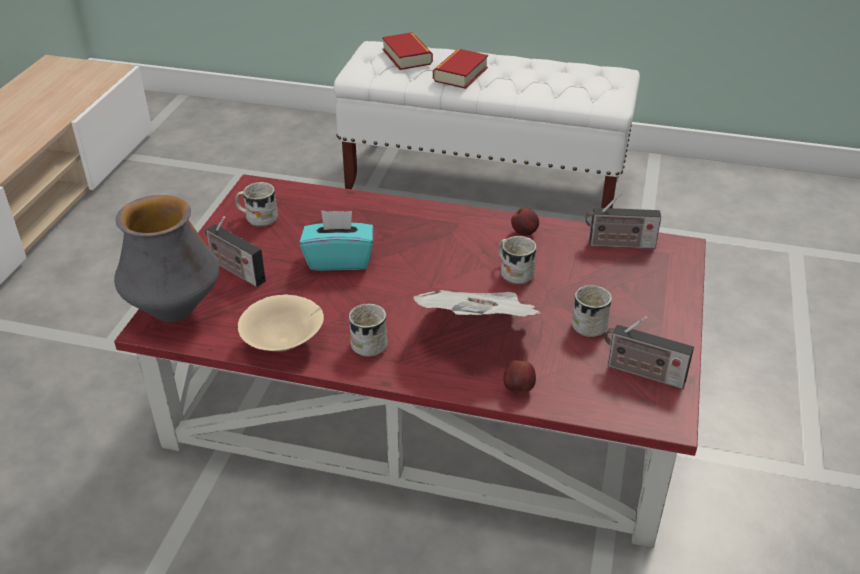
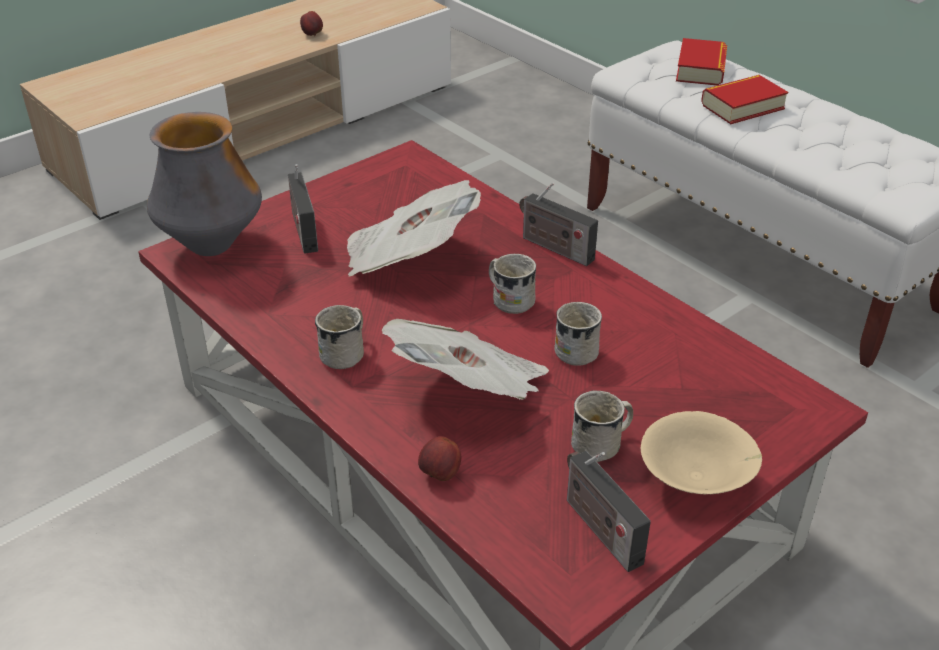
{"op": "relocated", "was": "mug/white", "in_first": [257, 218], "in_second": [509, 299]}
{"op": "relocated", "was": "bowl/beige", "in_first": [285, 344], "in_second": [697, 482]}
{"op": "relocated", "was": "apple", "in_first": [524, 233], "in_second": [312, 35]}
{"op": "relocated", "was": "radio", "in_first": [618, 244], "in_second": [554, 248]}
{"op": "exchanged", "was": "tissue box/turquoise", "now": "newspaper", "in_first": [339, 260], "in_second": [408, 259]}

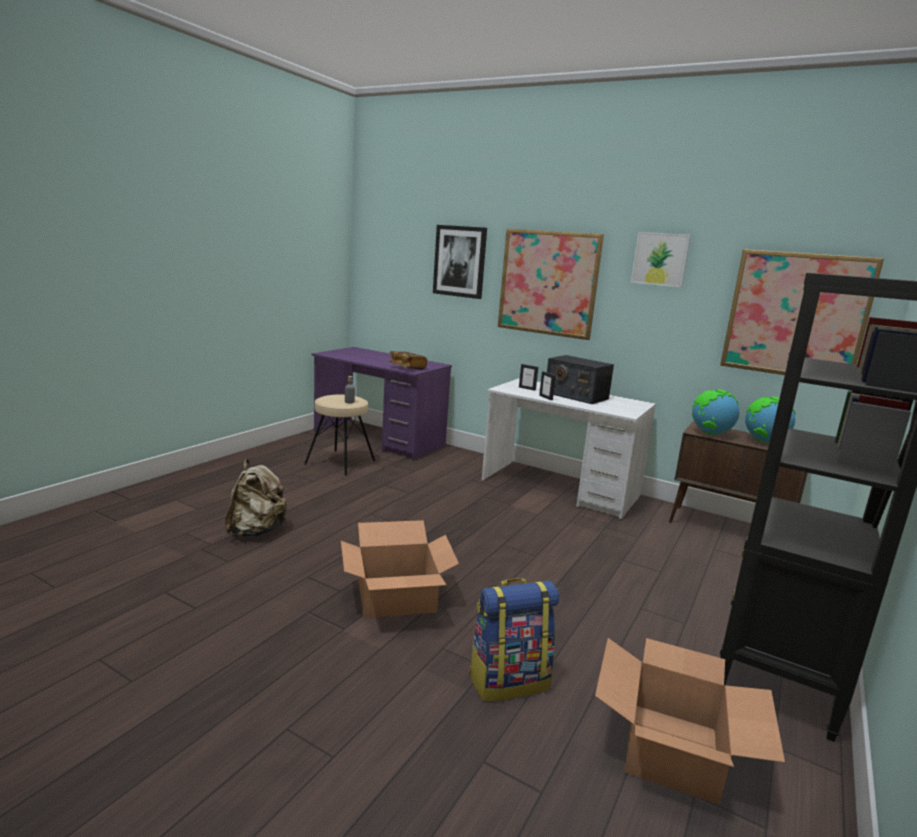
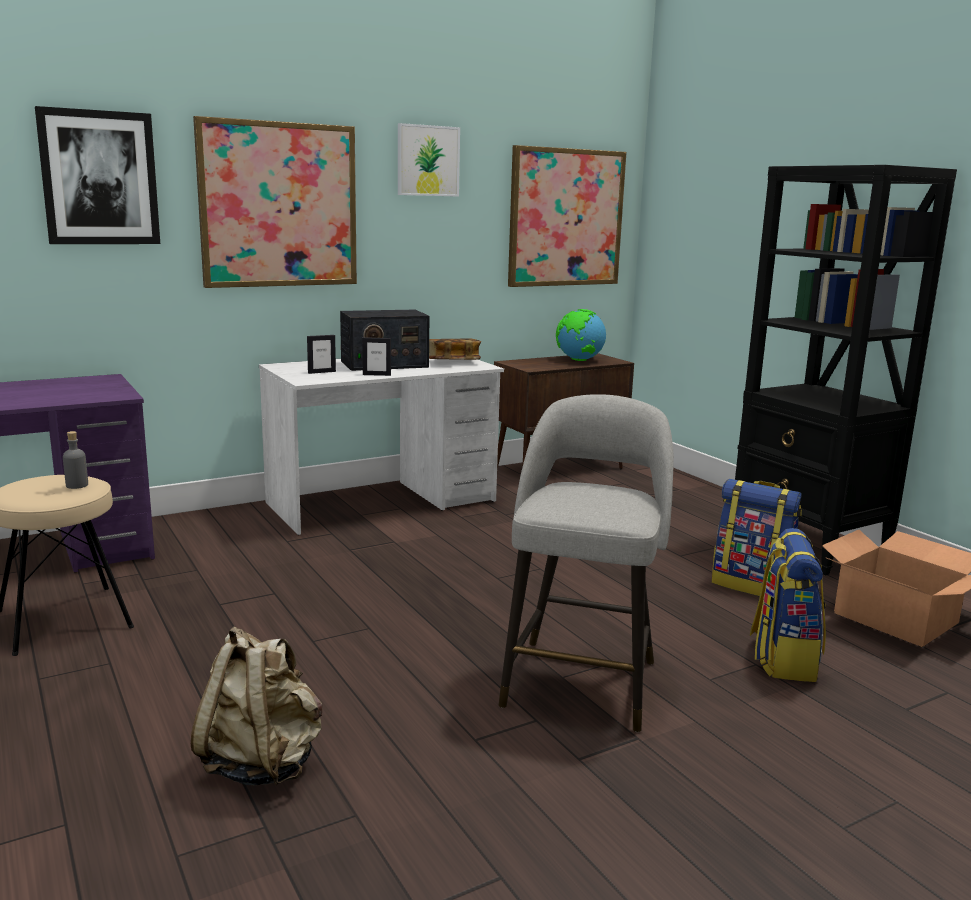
{"op": "missing", "was": "globe", "in_first": [710, 433]}
{"op": "appeared", "now": "backpack", "in_second": [752, 585]}
{"op": "relocated", "was": "book", "in_first": [407, 368], "in_second": [452, 362]}
{"op": "exchanged", "was": "cardboard box", "now": "stool/grey", "in_first": [397, 597], "in_second": [581, 680]}

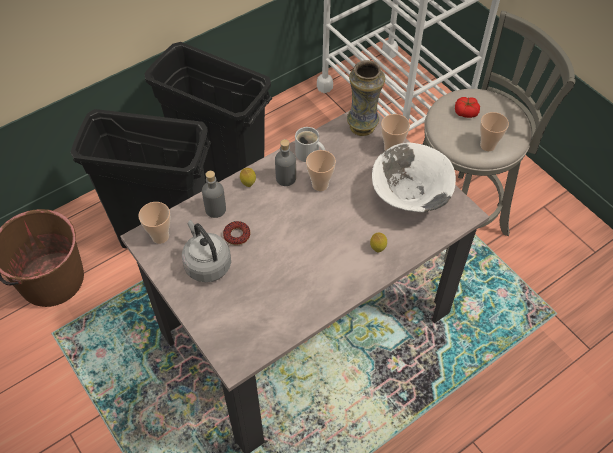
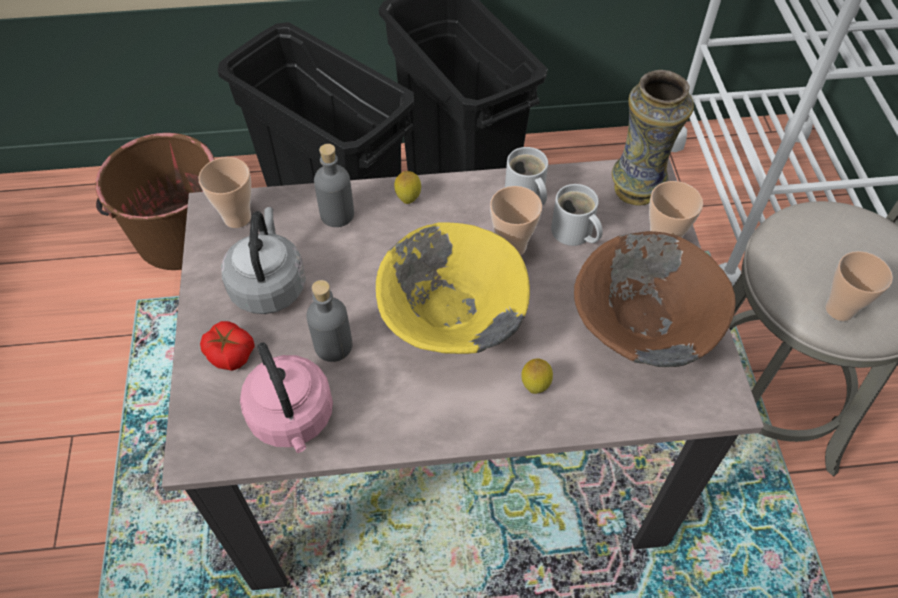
{"op": "missing", "was": "donut", "in_first": [237, 235]}
{"op": "appeared", "now": "kettle/pink", "in_second": [293, 419]}
{"op": "appeared", "now": "bowl/yellow", "in_second": [451, 321]}
{"op": "appeared", "now": "mug/white", "in_second": [573, 233]}
{"op": "relocated", "was": "bottle/grey", "in_first": [286, 178], "in_second": [333, 346]}
{"op": "relocated", "was": "tomato", "in_first": [466, 112], "in_second": [230, 353]}
{"op": "colour", "was": "bowl/white", "now": "bowl/brown", "in_first": [409, 198], "in_second": [640, 330]}

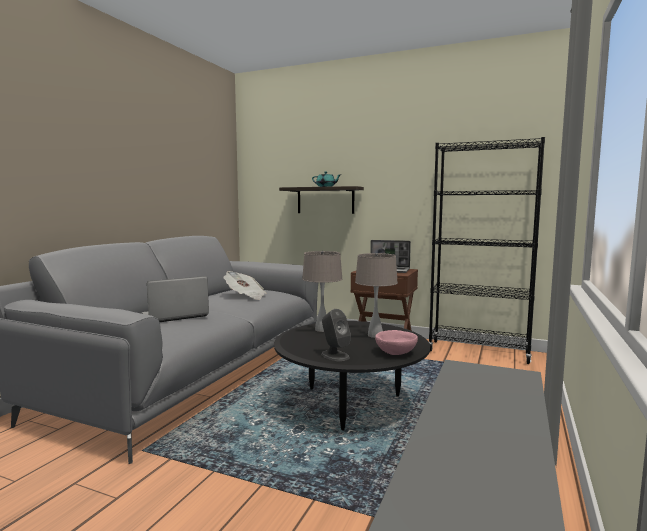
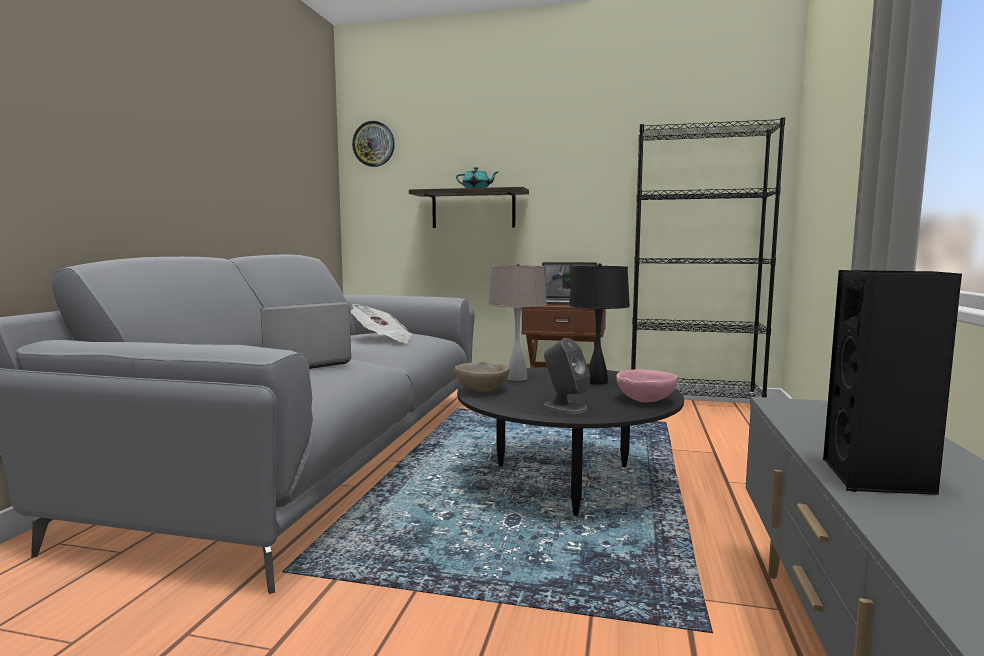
{"op": "appeared", "now": "wall clock", "in_second": [374, 144]}
{"op": "appeared", "now": "bowl/beige", "in_second": [482, 390]}
{"op": "appeared", "now": "speaker/black", "in_second": [878, 479]}
{"op": "colour", "was": "table lamp/beige", "now": "table lamp/black", "in_first": [375, 335], "in_second": [596, 381]}

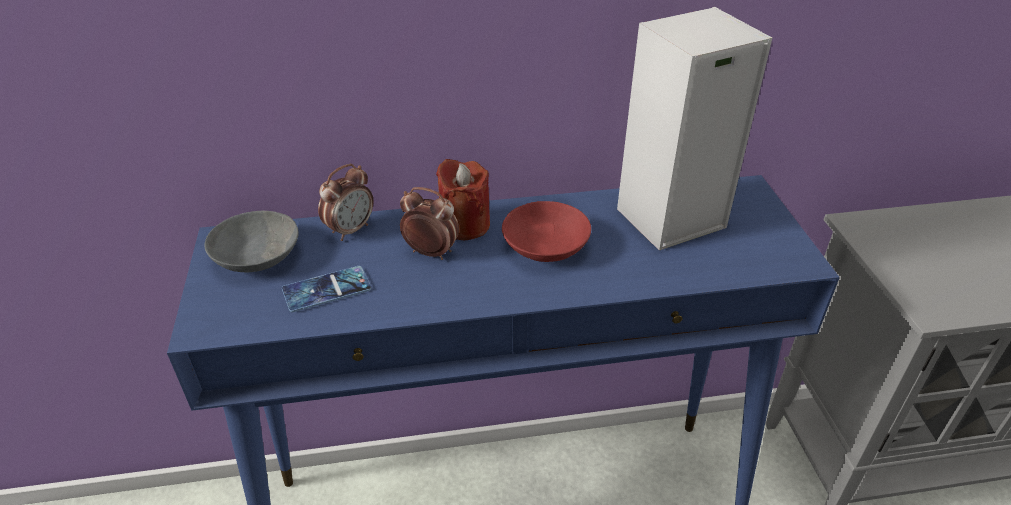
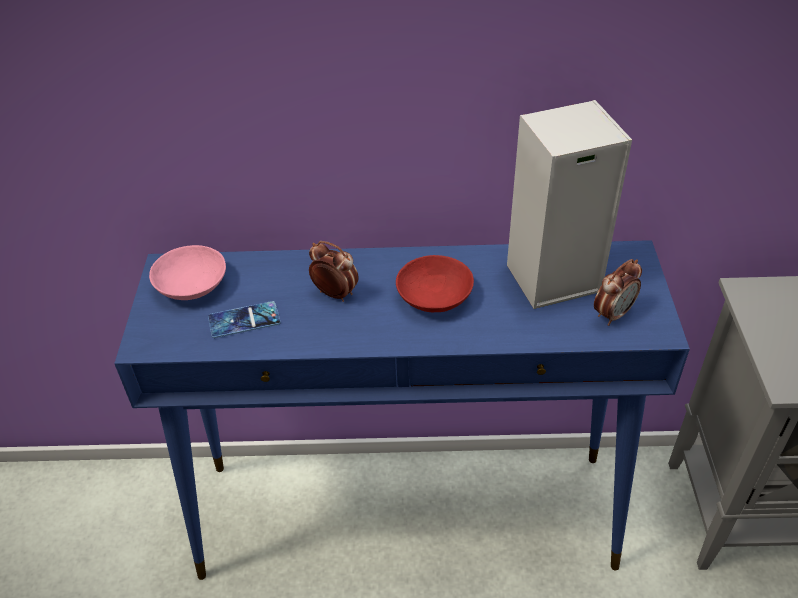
{"op": "missing", "was": "candle/red", "in_first": [465, 225]}
{"op": "relocated", "was": "alarm clock", "in_first": [350, 230], "in_second": [613, 314]}
{"op": "colour", "was": "bowl/grey", "now": "bowl/pink", "in_first": [259, 257], "in_second": [193, 285]}

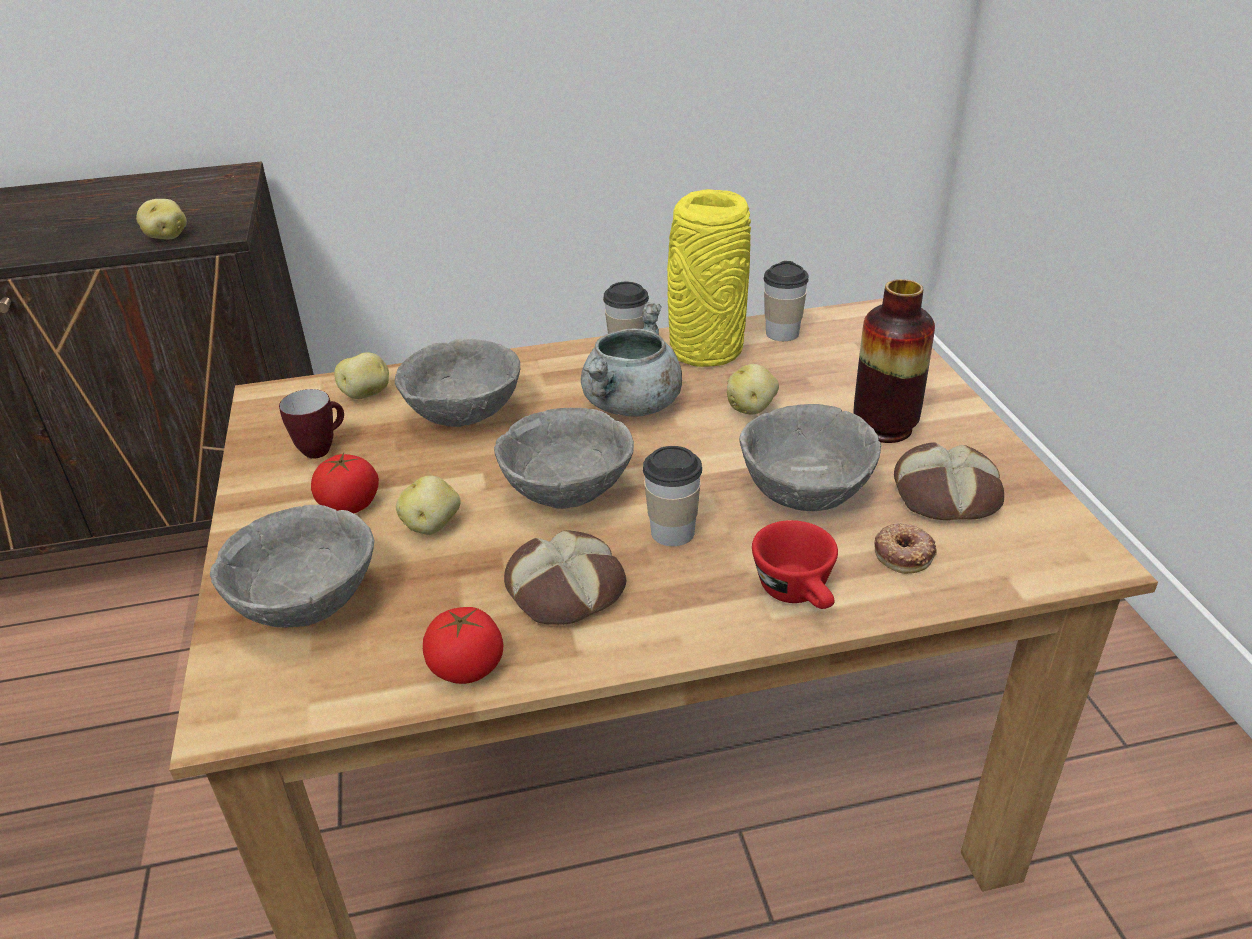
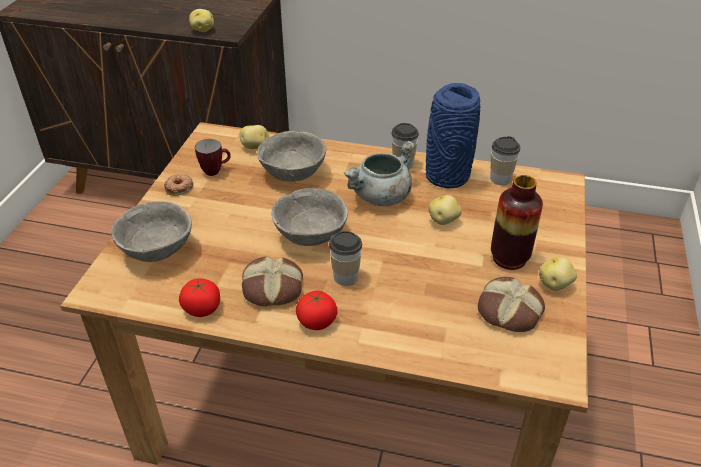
{"op": "missing", "was": "bowl/grey", "in_first": [806, 492]}
{"op": "missing", "was": "cup/red", "in_first": [799, 594]}
{"op": "relocated", "was": "tomato", "in_first": [349, 505], "in_second": [316, 322]}
{"op": "relocated", "was": "potato", "in_first": [432, 525], "in_second": [555, 284]}
{"op": "relocated", "was": "donut", "in_first": [904, 553], "in_second": [179, 187]}
{"op": "colour", "was": "vase/yellow", "now": "vase/blue", "in_first": [704, 350], "in_second": [446, 176]}

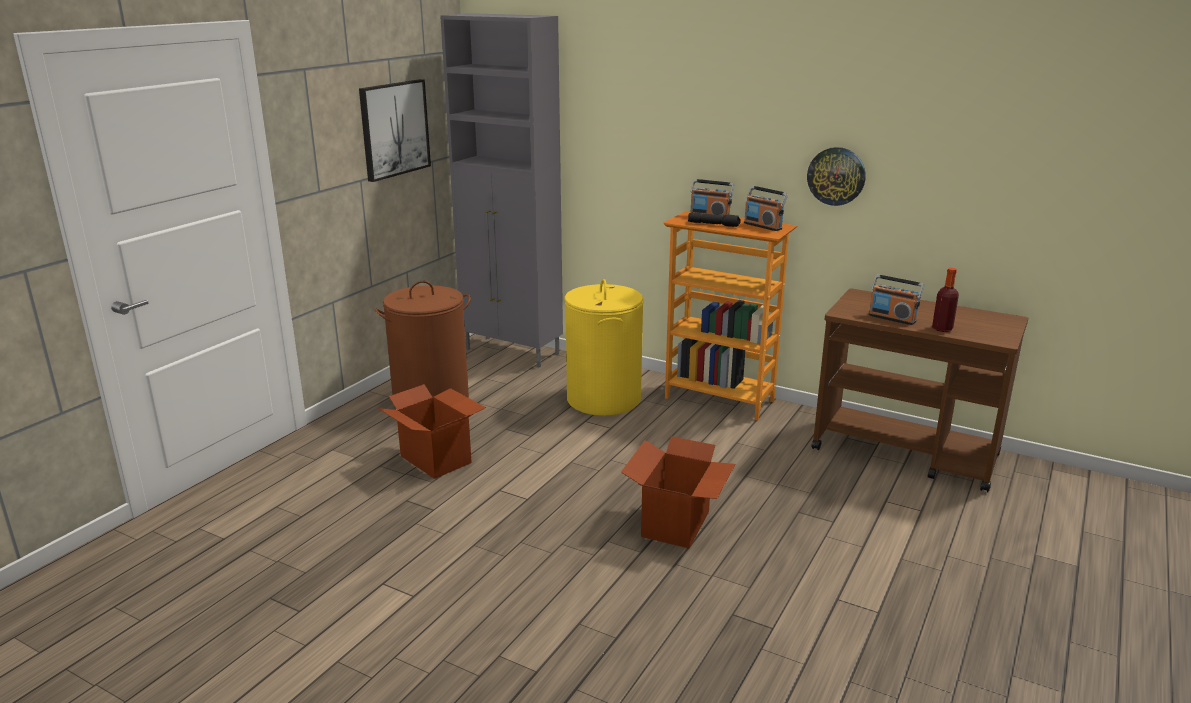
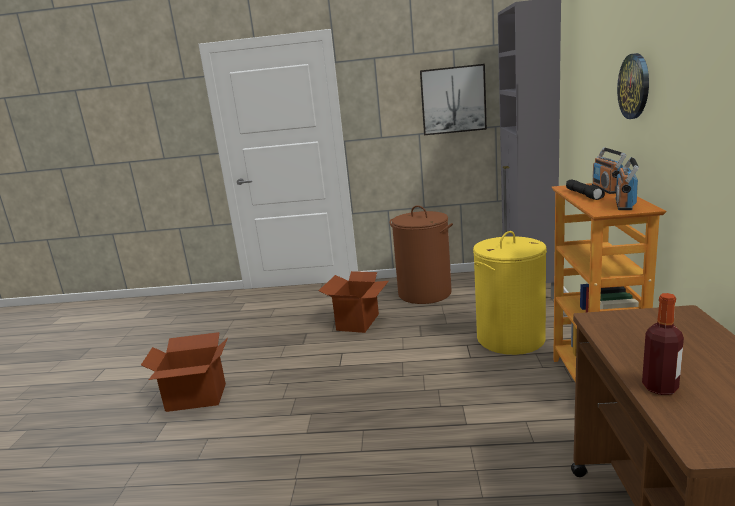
{"op": "missing", "was": "radio", "in_first": [892, 318]}
{"op": "relocated", "was": "cardboard box", "in_first": [676, 524], "in_second": [196, 398]}
{"op": "relocated", "was": "wall clock", "in_first": [836, 176], "in_second": [634, 86]}

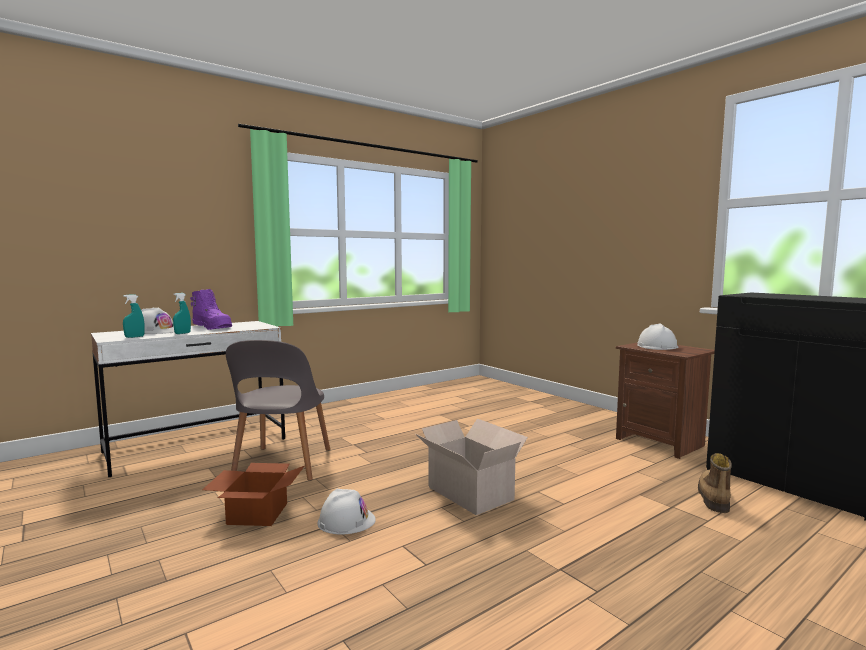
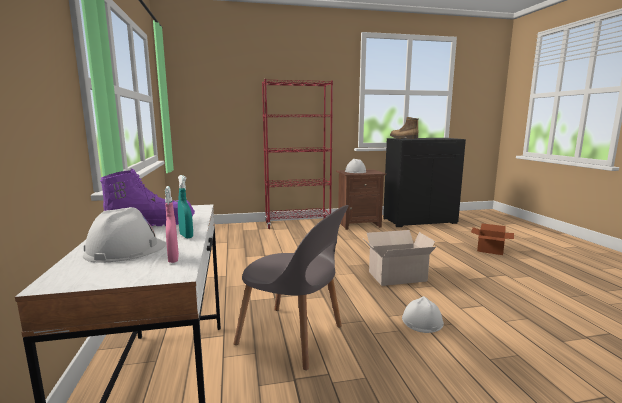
{"op": "appeared", "now": "bookcase/red", "in_second": [298, 224]}
{"op": "relocated", "was": "cardboard box", "in_first": [256, 513], "in_second": [489, 250]}
{"op": "relocated", "was": "boot", "in_first": [712, 497], "in_second": [403, 138]}
{"op": "colour", "was": "spray bottle/turquoise", "now": "spray bottle/pink", "in_first": [134, 337], "in_second": [173, 259]}

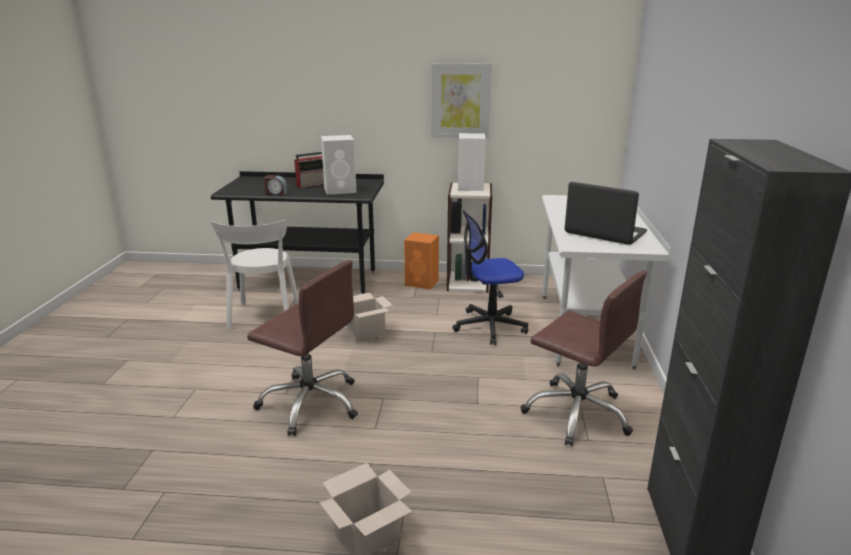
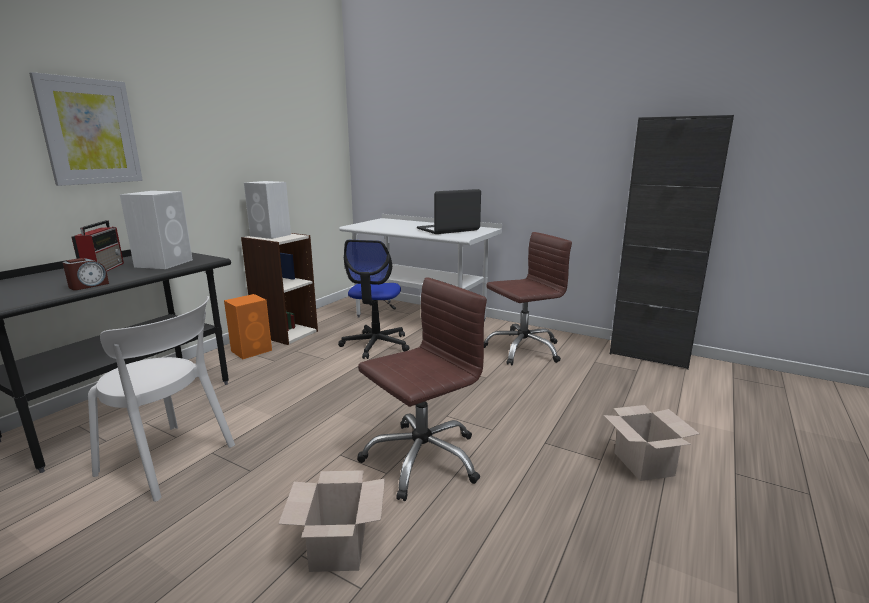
{"op": "relocated", "was": "cardboard box", "in_first": [366, 332], "in_second": [337, 546]}
{"op": "relocated", "was": "picture", "in_first": [460, 101], "in_second": [90, 132]}

